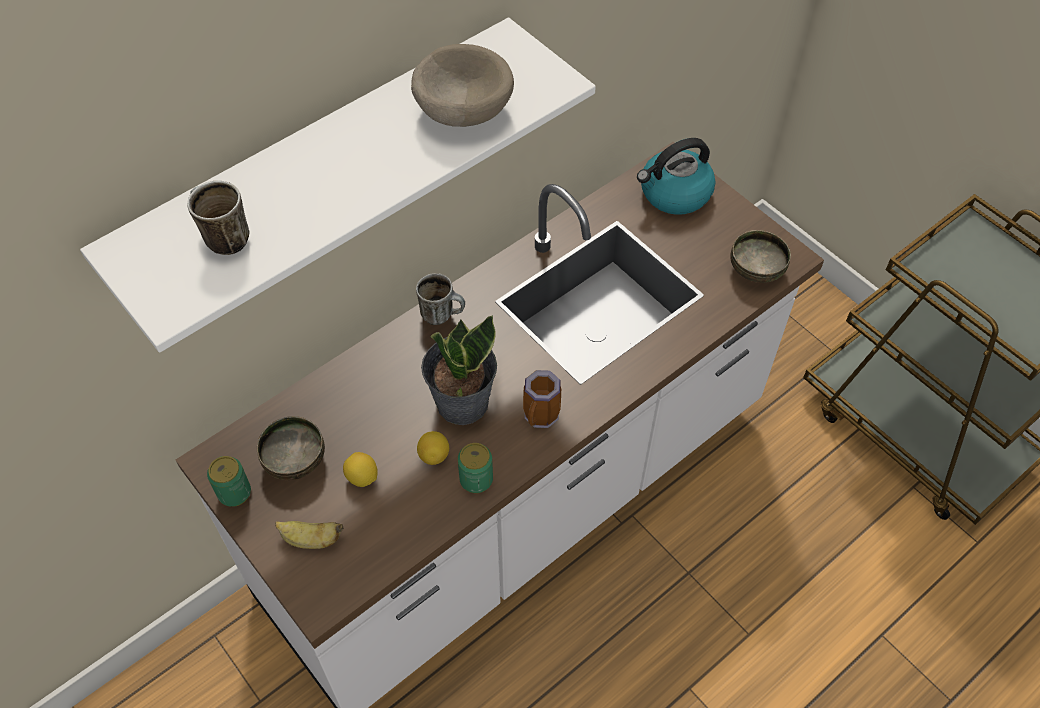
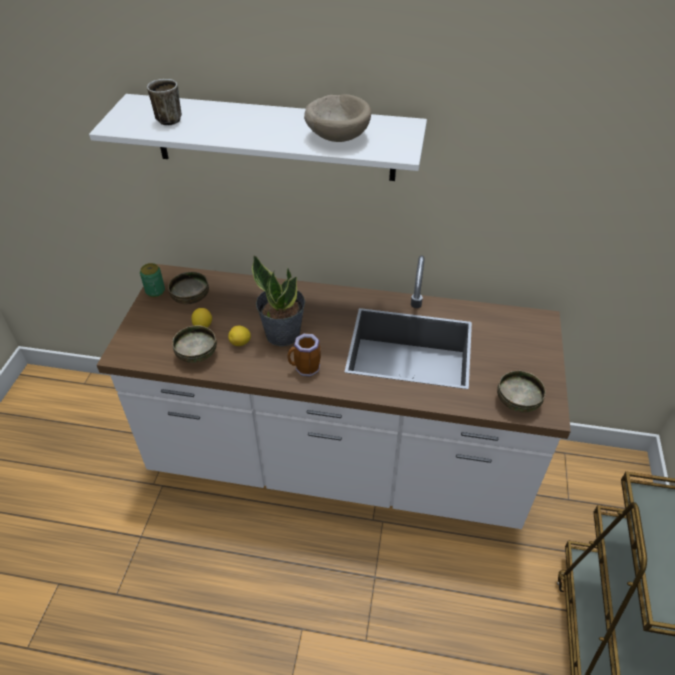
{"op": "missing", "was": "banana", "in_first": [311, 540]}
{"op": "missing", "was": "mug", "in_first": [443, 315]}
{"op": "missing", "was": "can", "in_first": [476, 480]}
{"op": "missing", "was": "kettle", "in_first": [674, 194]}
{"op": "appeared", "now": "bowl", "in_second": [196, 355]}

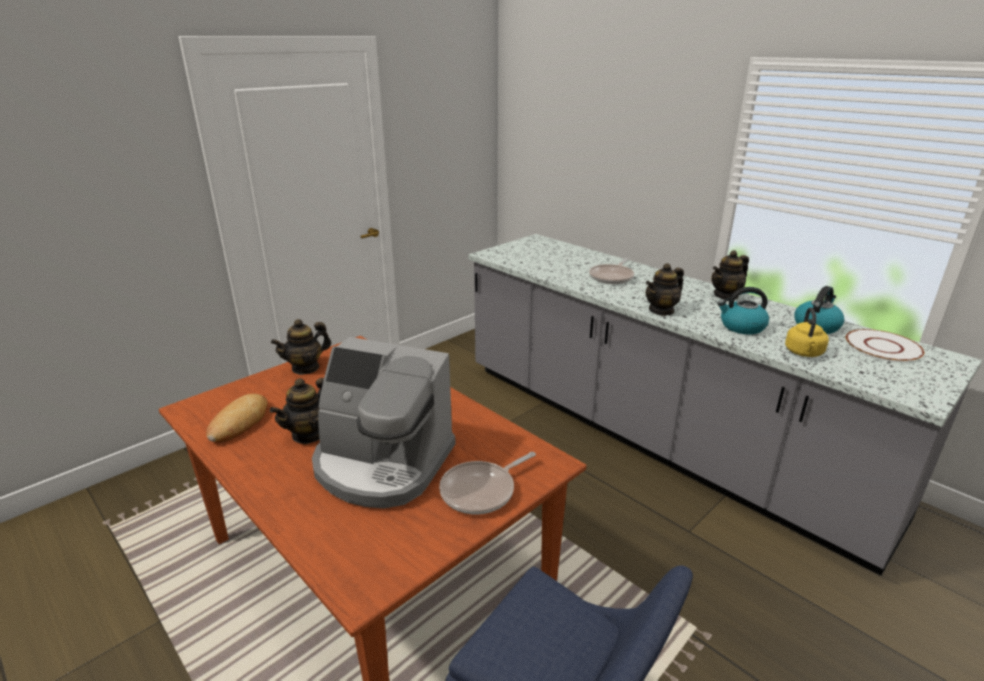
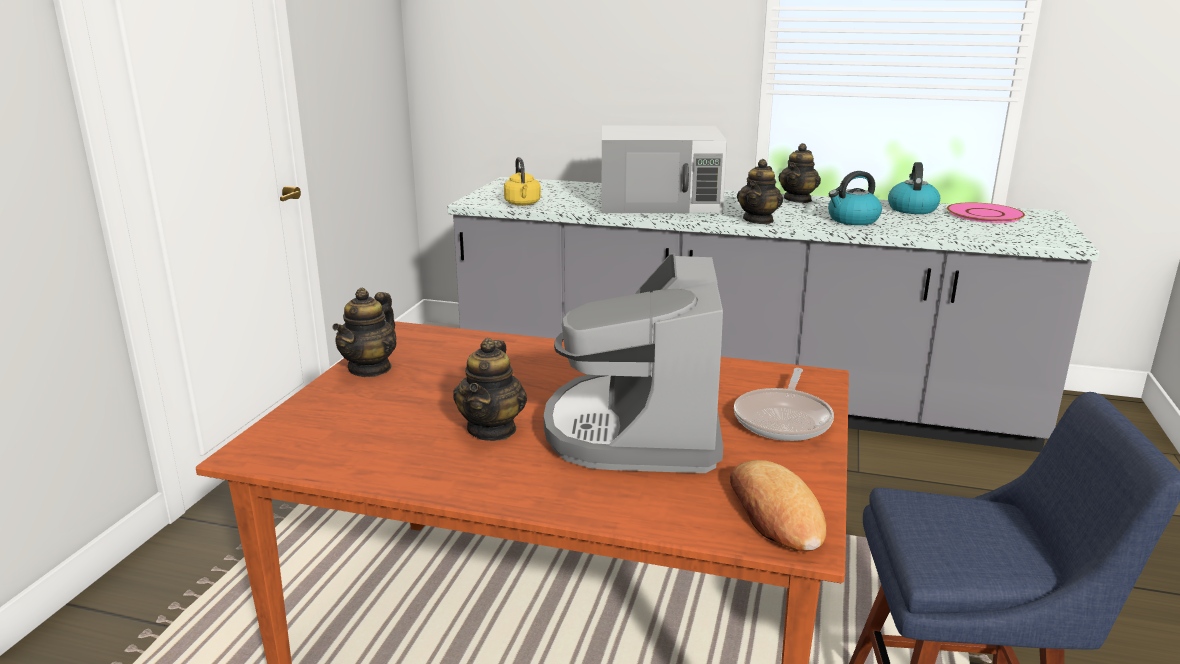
{"op": "relocated", "was": "bread", "in_first": [239, 422], "in_second": [775, 514]}
{"op": "relocated", "was": "kettle/yellow", "in_first": [804, 353], "in_second": [523, 204]}
{"op": "exchanged", "was": "frying pan", "now": "microwave/white", "in_first": [612, 277], "in_second": [660, 201]}
{"op": "colour", "was": "plate/white", "now": "plate/pink", "in_first": [883, 347], "in_second": [985, 214]}
{"op": "spun", "was": "coffee machine", "in_first": [382, 464], "in_second": [637, 429], "clockwise": 105}

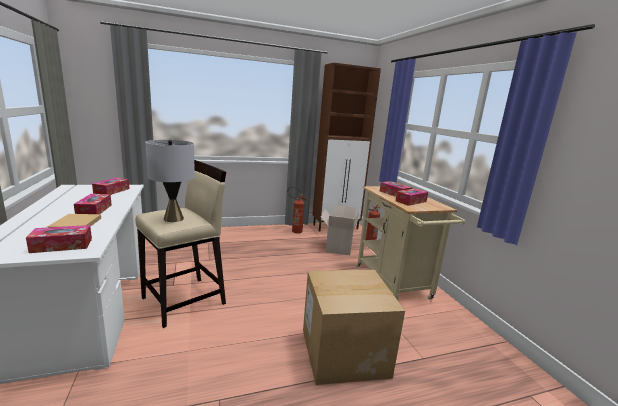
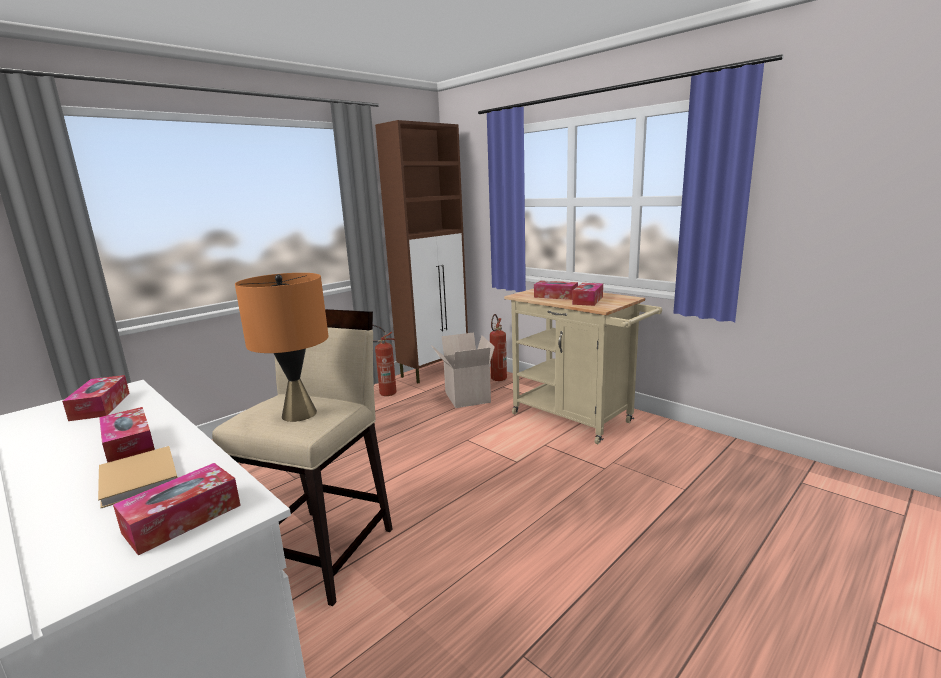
{"op": "missing", "was": "cardboard box", "in_first": [344, 352]}
{"op": "colour", "was": "table lamp/grey", "now": "table lamp/orange", "in_first": [174, 218], "in_second": [299, 414]}

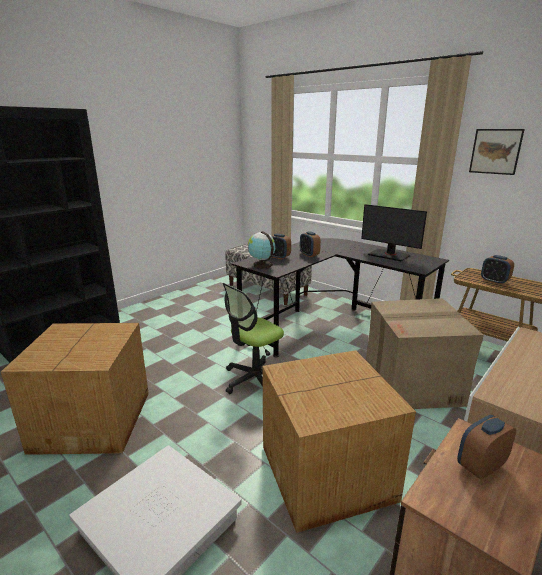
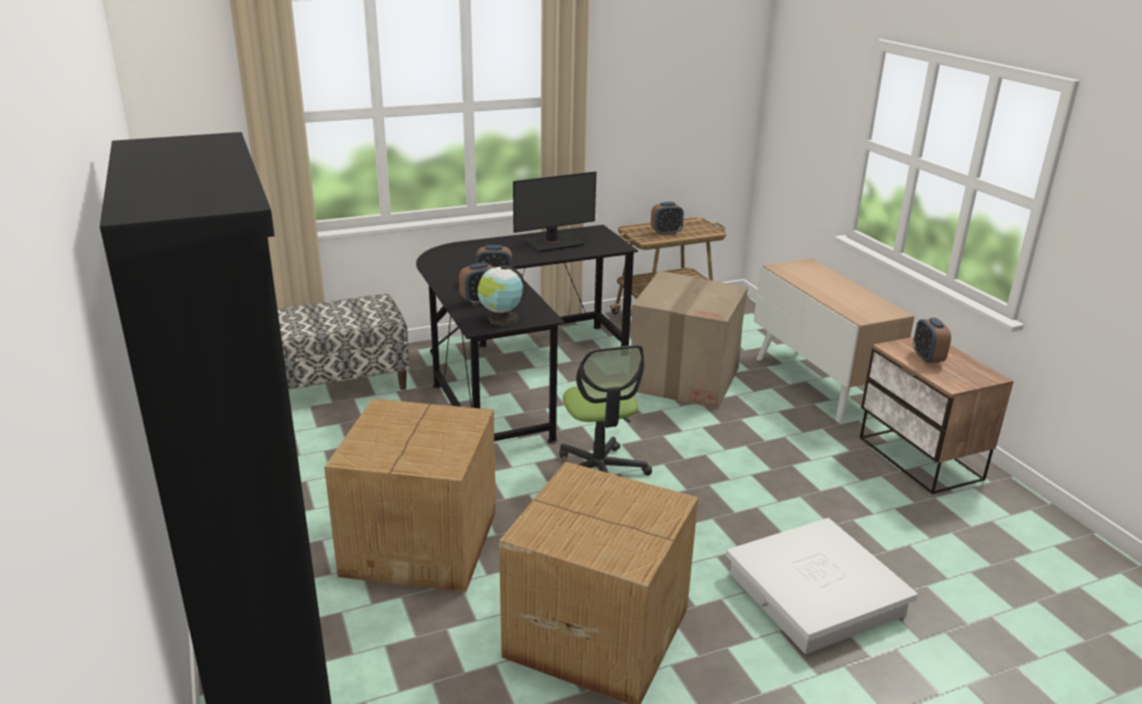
{"op": "missing", "was": "picture", "in_first": [495, 151]}
{"op": "relocated", "was": "cardboard box", "in_first": [328, 473], "in_second": [423, 542]}

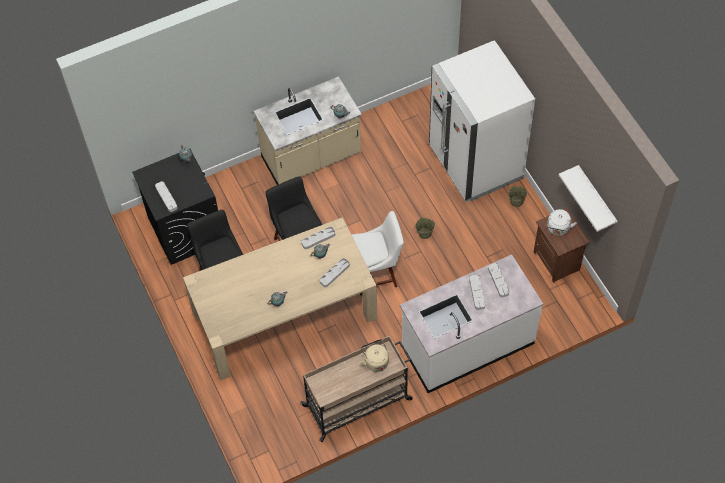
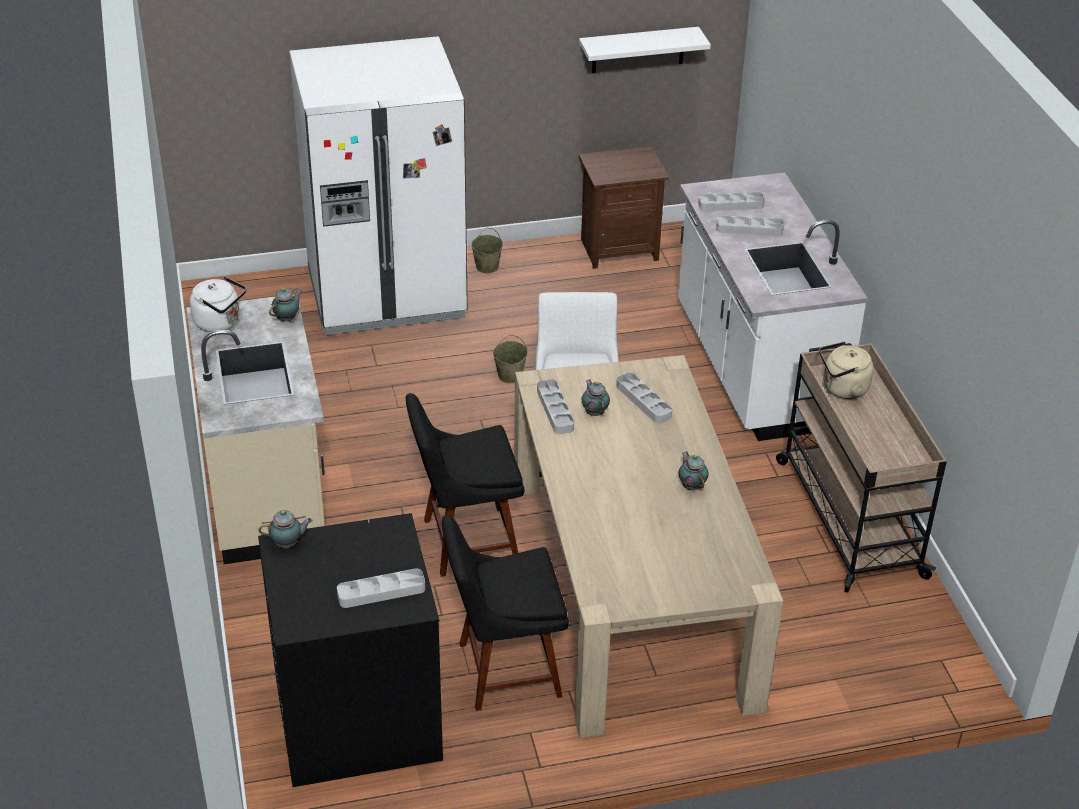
{"op": "relocated", "was": "kettle/white", "in_first": [558, 229], "in_second": [220, 323]}

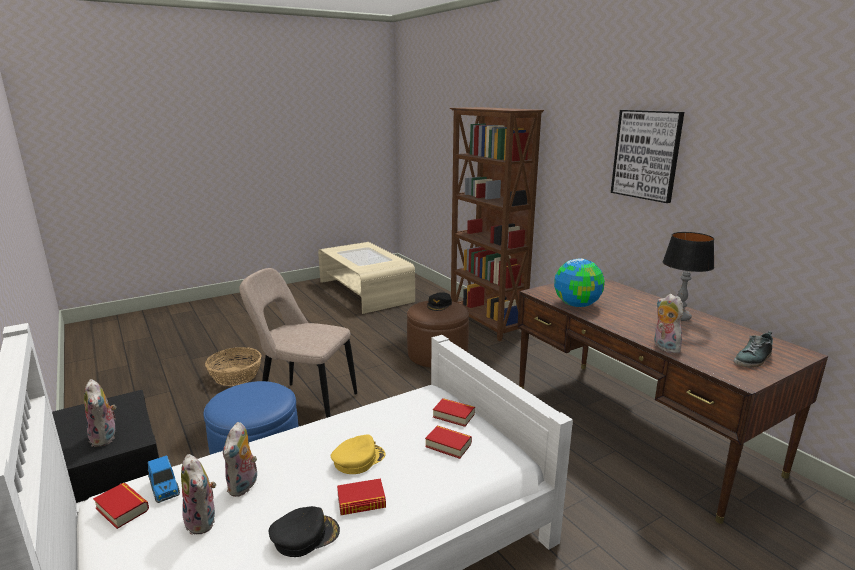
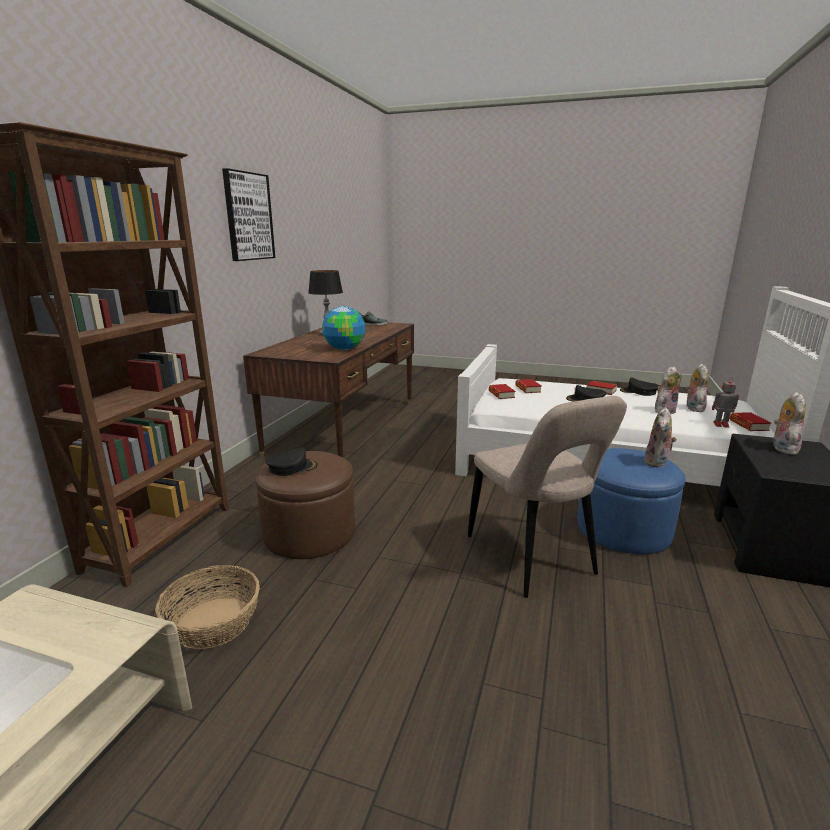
{"op": "relocated", "was": "basket", "in_first": [235, 376], "in_second": [214, 622]}
{"op": "relocated", "was": "plush toy", "in_first": [664, 347], "in_second": [657, 463]}
{"op": "exchanged", "was": "toy car", "now": "toy robot", "in_first": [164, 488], "in_second": [720, 424]}
{"op": "colour", "was": "cap/yellow", "now": "cap/black", "in_first": [358, 459], "in_second": [585, 399]}

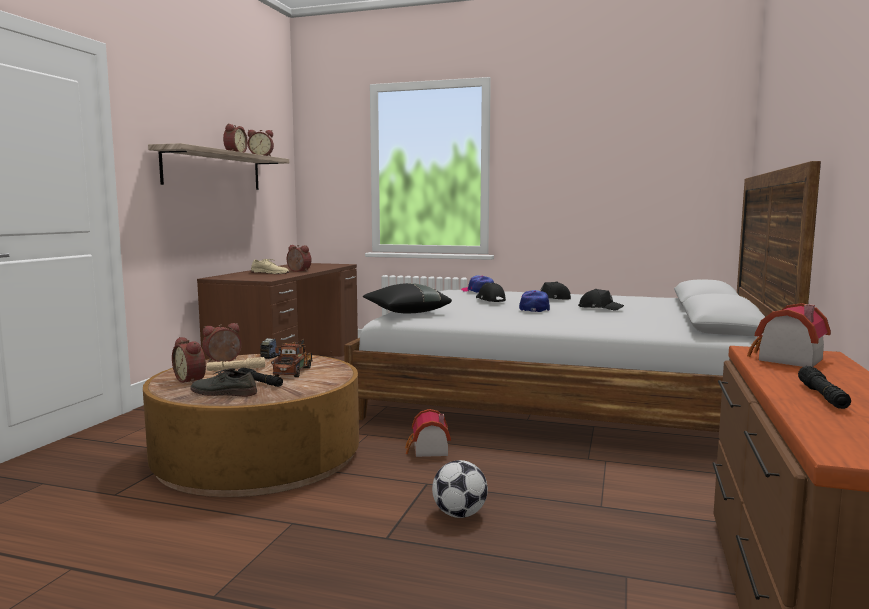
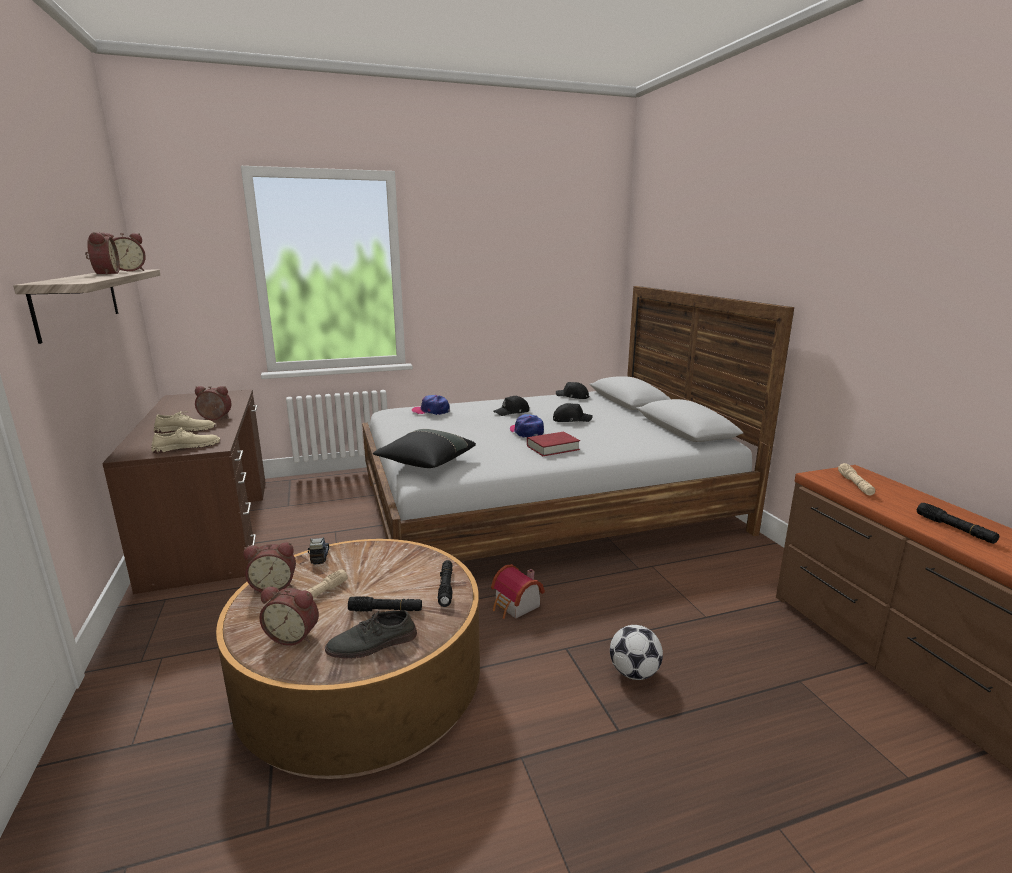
{"op": "missing", "was": "toy truck", "in_first": [294, 371]}
{"op": "appeared", "now": "shoe/beige", "in_second": [187, 447]}
{"op": "appeared", "now": "flashlight/black", "in_second": [446, 587]}
{"op": "appeared", "now": "book/red", "in_second": [552, 448]}
{"op": "relocated", "was": "cap/black", "in_first": [490, 300], "in_second": [572, 396]}
{"op": "exchanged", "was": "toy house", "now": "flashlight/beige", "in_first": [785, 359], "in_second": [855, 484]}
{"op": "spun", "was": "alarm clock", "in_first": [223, 361], "in_second": [274, 586], "clockwise": -120}

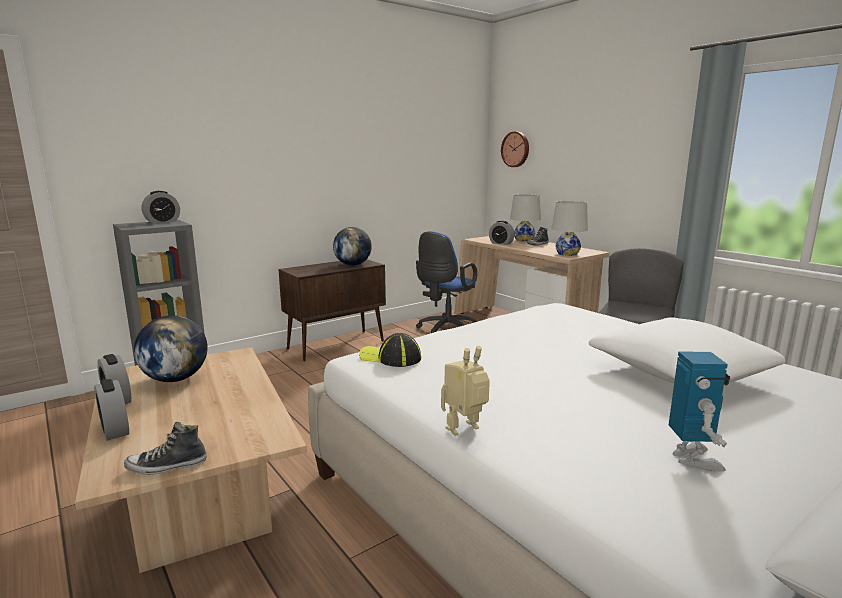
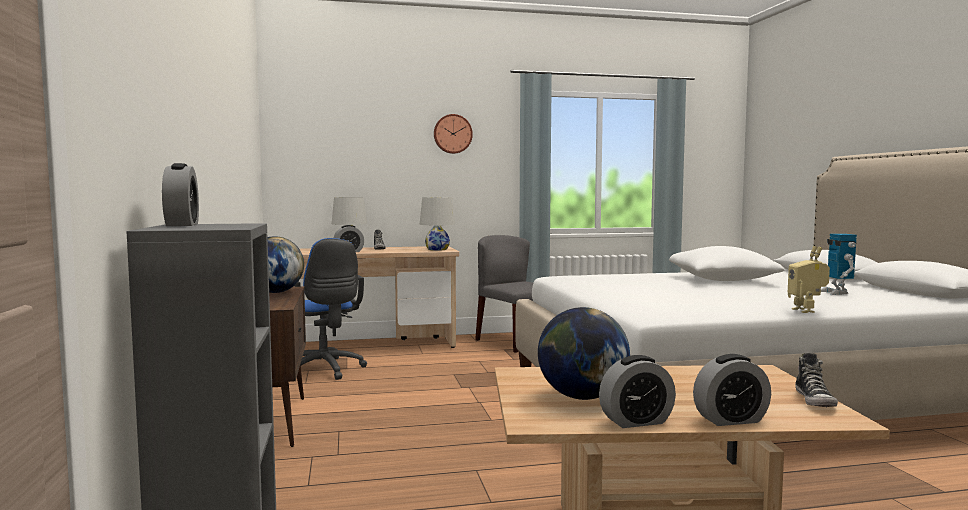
{"op": "missing", "was": "cap", "in_first": [390, 358]}
{"op": "relocated", "was": "wall clock", "in_first": [516, 149], "in_second": [452, 134]}
{"op": "spun", "was": "toy robot", "in_first": [692, 458], "in_second": [836, 293], "clockwise": -120}

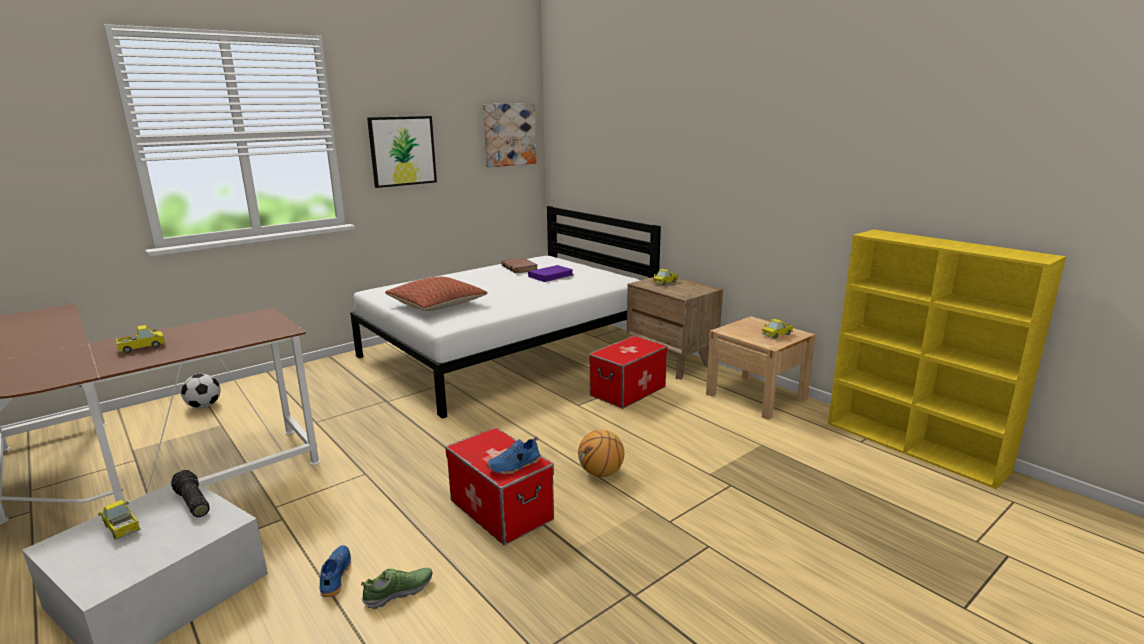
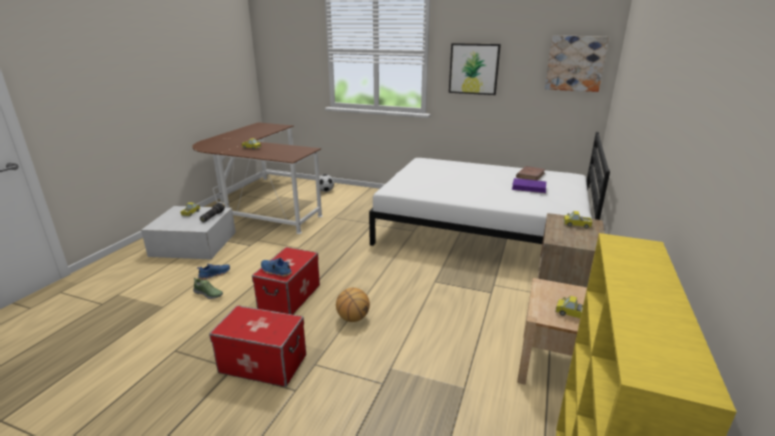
{"op": "missing", "was": "pillow", "in_first": [437, 305]}
{"op": "relocated", "was": "storage box", "in_first": [628, 391], "in_second": [262, 364]}

